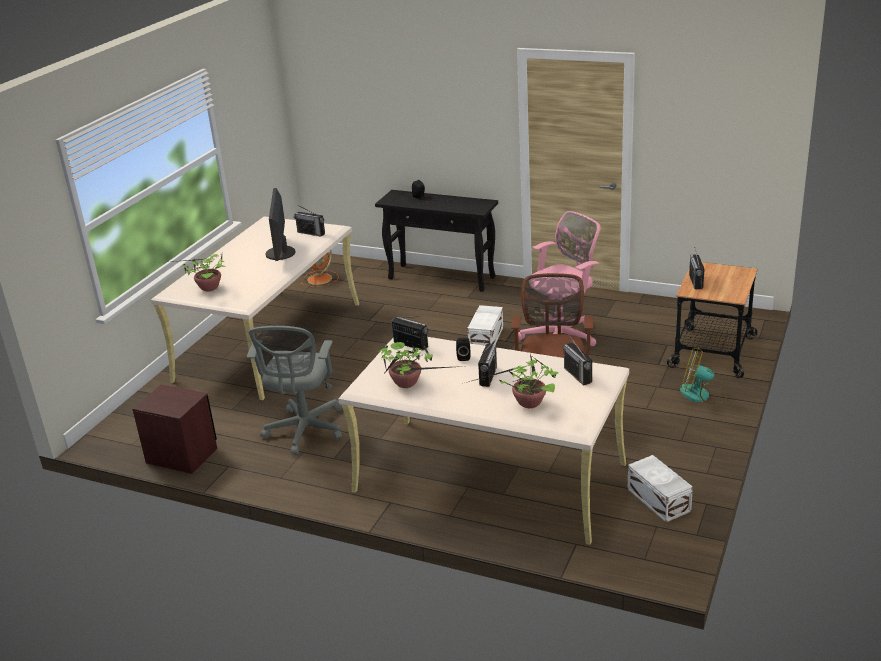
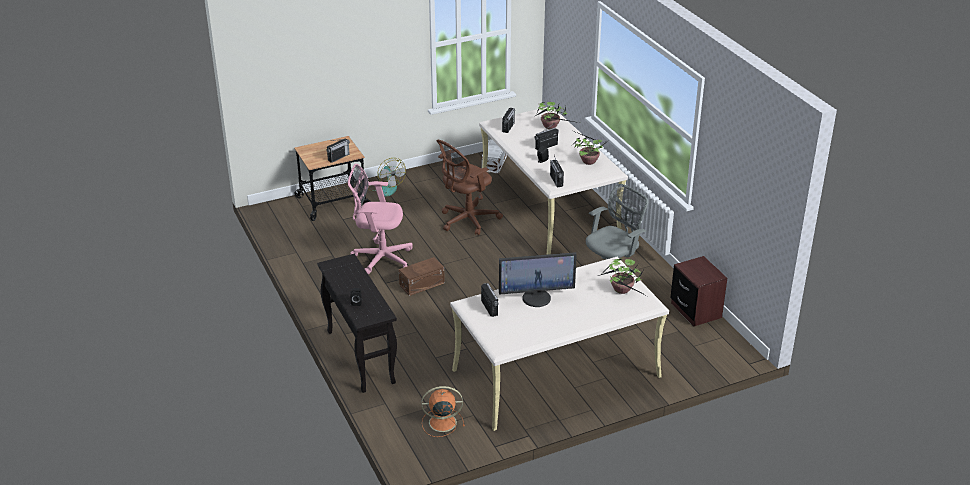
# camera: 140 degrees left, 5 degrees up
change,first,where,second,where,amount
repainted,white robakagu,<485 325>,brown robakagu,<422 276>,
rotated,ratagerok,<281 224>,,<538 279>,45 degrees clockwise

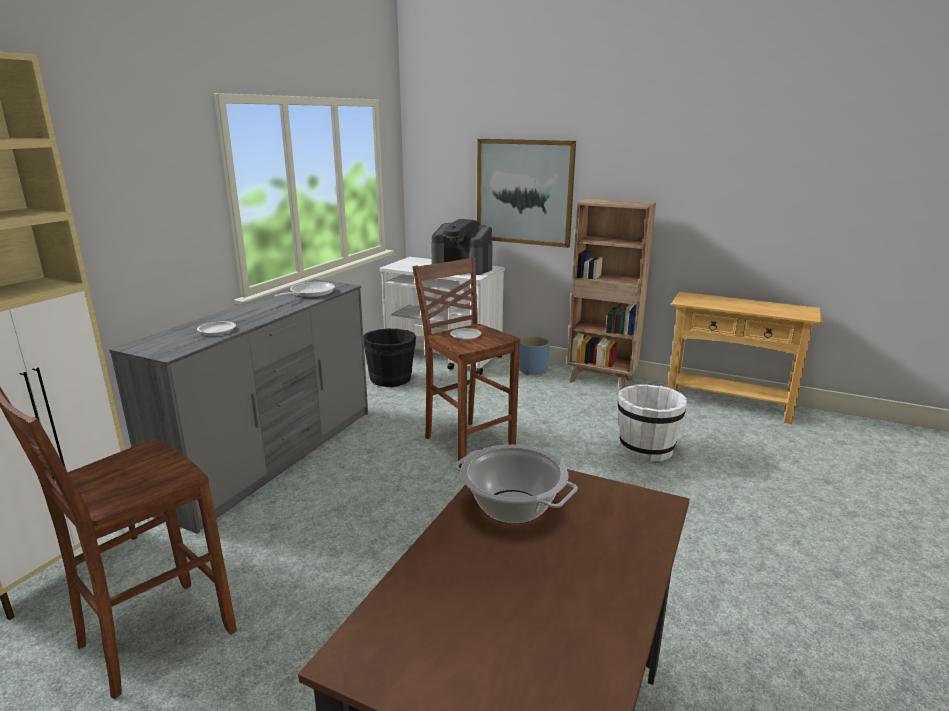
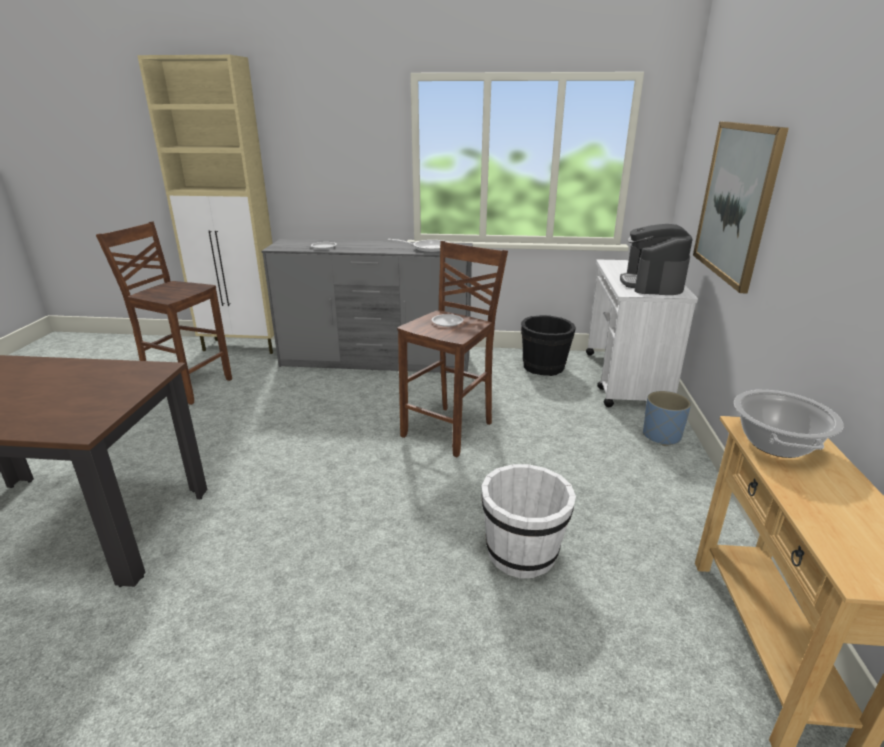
# camera: 70 degrees right, 5 degrees up
change,first,where,second,where,amount
gone,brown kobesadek,<611 294>,,,
shifted,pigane,<516 484>,,<788 424>,

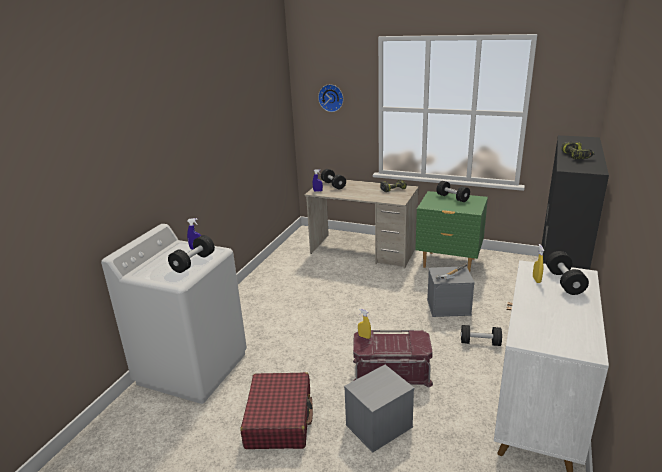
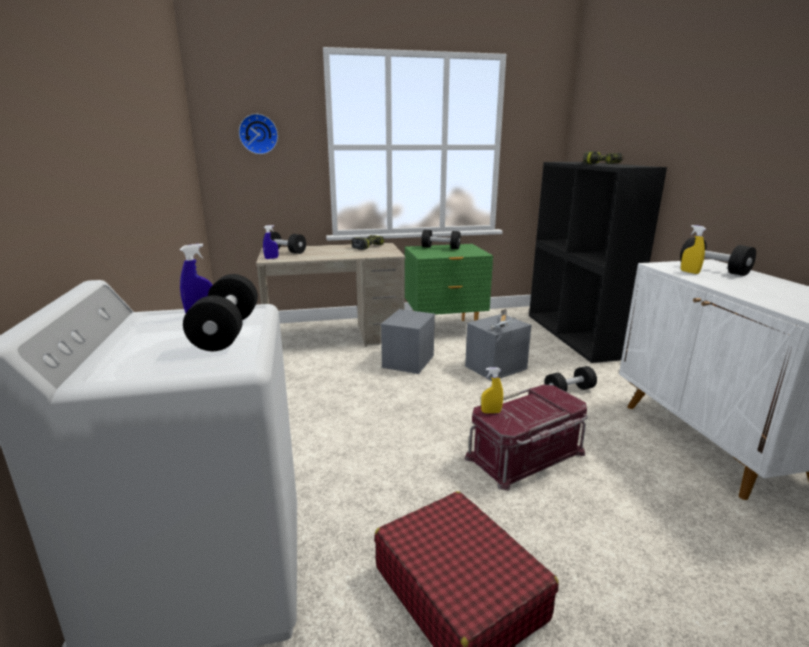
# camera: 35 degrees left, 5 degrees down
change,first,where,second,where,amount
shifted,grey robakagu,<379 409>,,<408 341>,

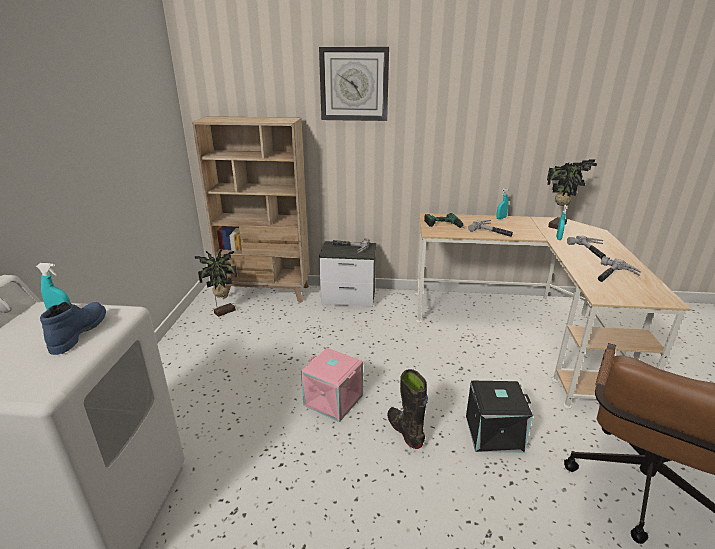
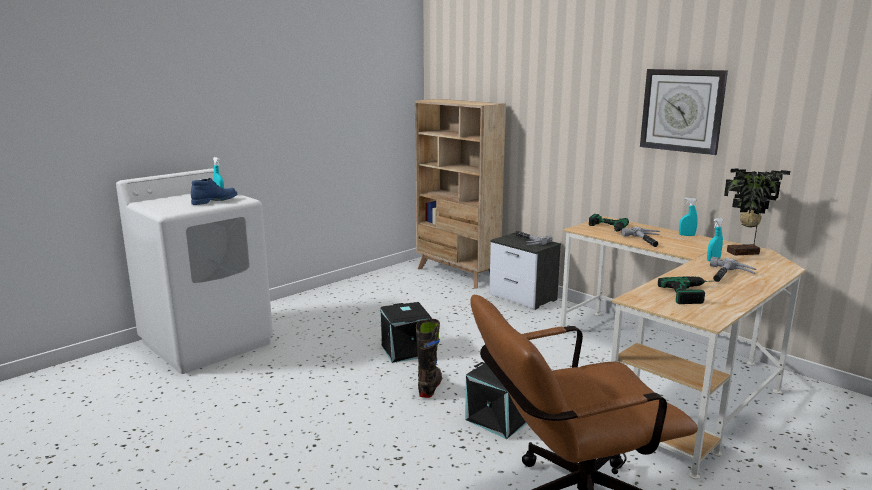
# camera: 40 degrees right, 10 degrees down
change,first,where,second,where,amount
gone,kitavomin,<216 282>,,,
shifted,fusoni,<354 84>,,<684 112>,
swapped,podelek,<619 269>,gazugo,<684 290>,
repainted,pink robakagu,<332 385>,black robakagu,<406 332>,

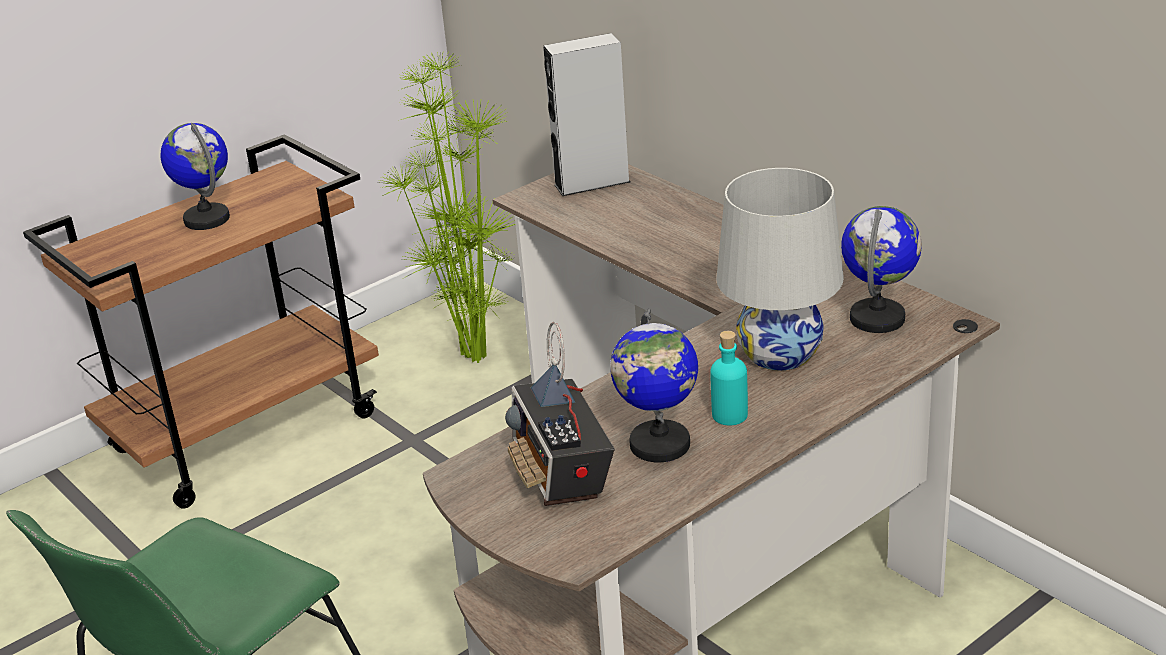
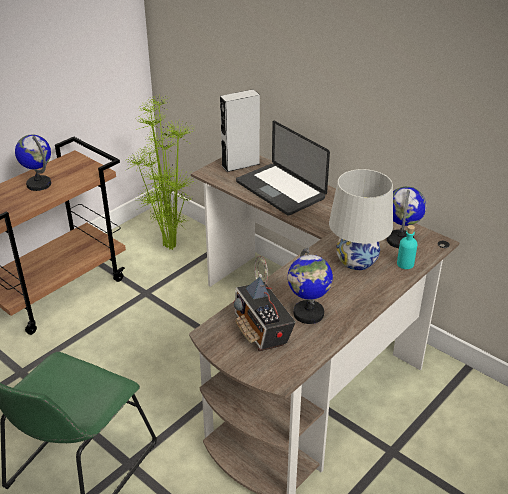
# camera: 10 degrees left, 5 degrees up
change,first,where,second,where,amount
new,,,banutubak,<283 168>,
shifted,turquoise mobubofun,<729 378>,,<407 247>,

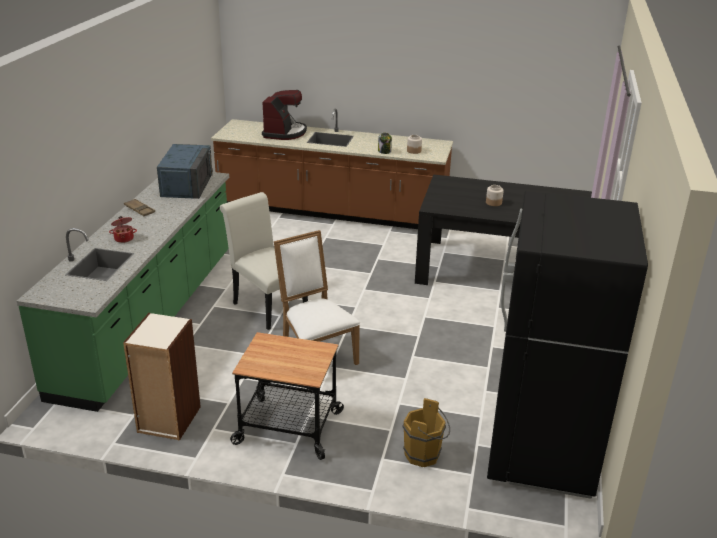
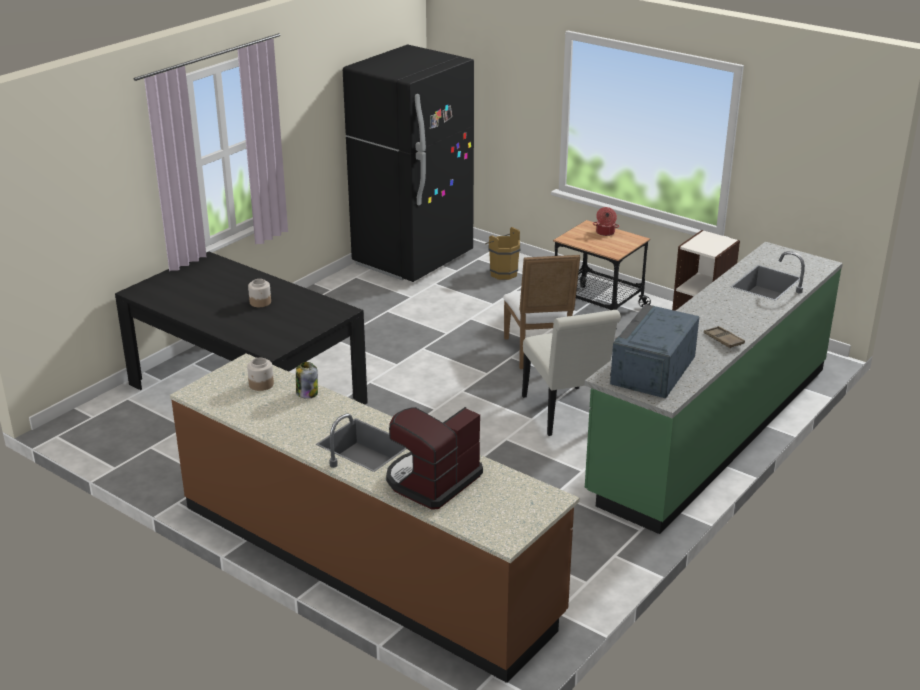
# camera: 155 degrees left, 0 degrees up
change,first,where,second,where,amount
shifted,pigane,<123 229>,,<606 221>,

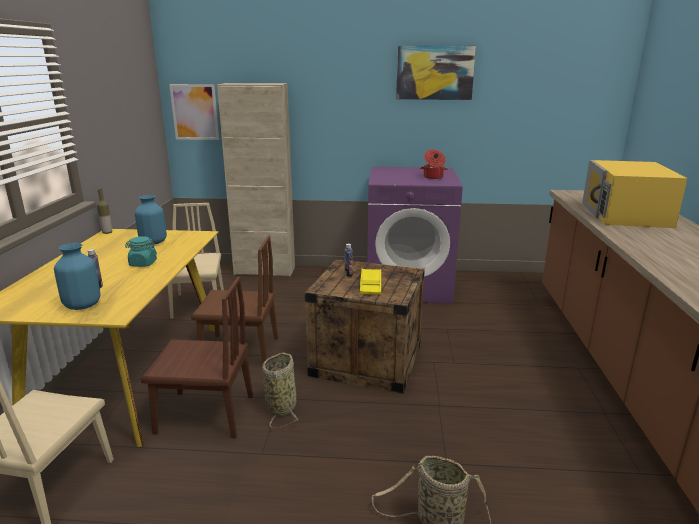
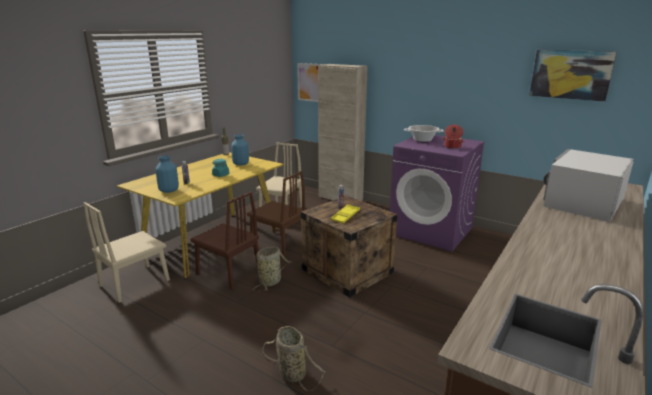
# camera: 30 degrees right, 0 degrees up
change,first,where,second,where,amount
new,,,pigane,<424 133>,
shifted,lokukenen,<436 73>,,<573 76>,
repainted,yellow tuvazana,<635 194>,white tuvazana,<588 185>,

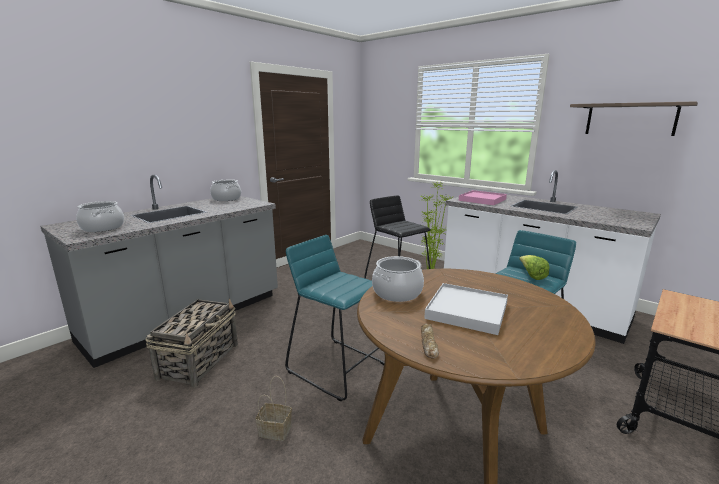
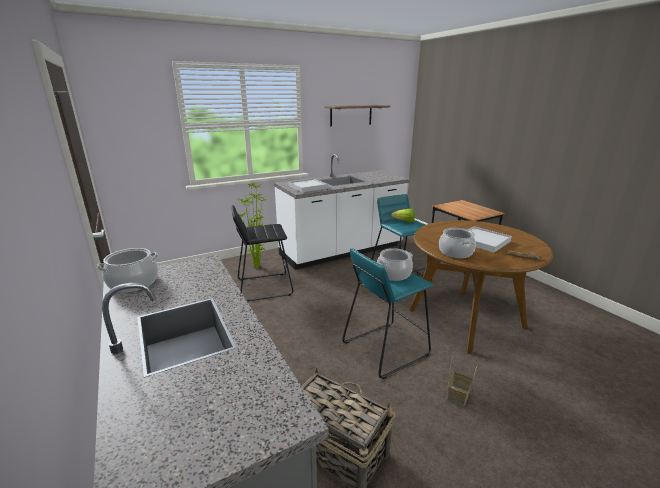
# camera: 70 degrees left, 5 degrees up
change,first,where,second,where,amount
shifted,pigane,<100 216>,,<395 264>,
repainted,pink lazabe,<483 197>,white lazabe,<308 185>,

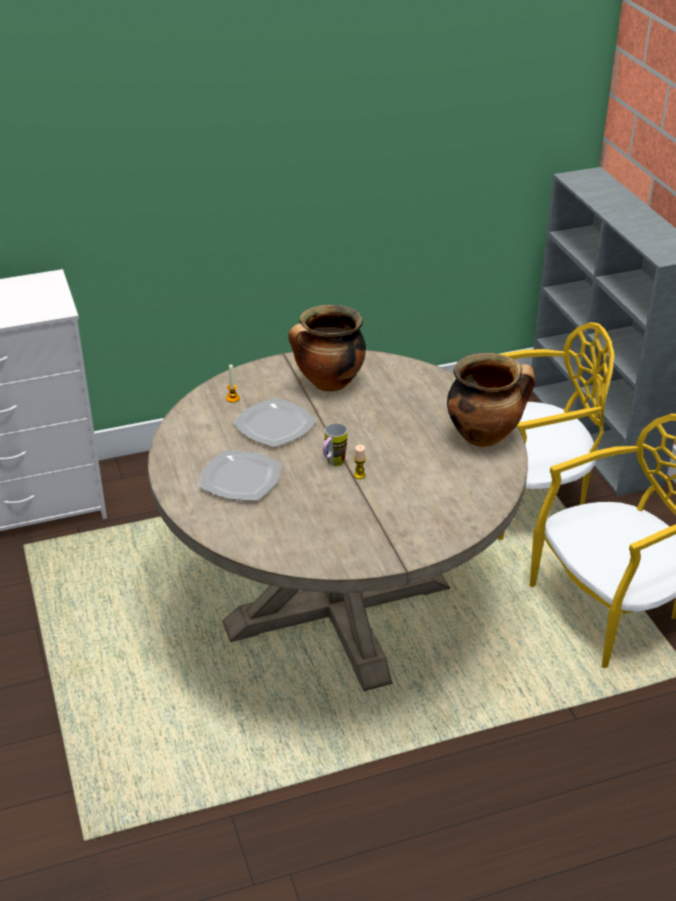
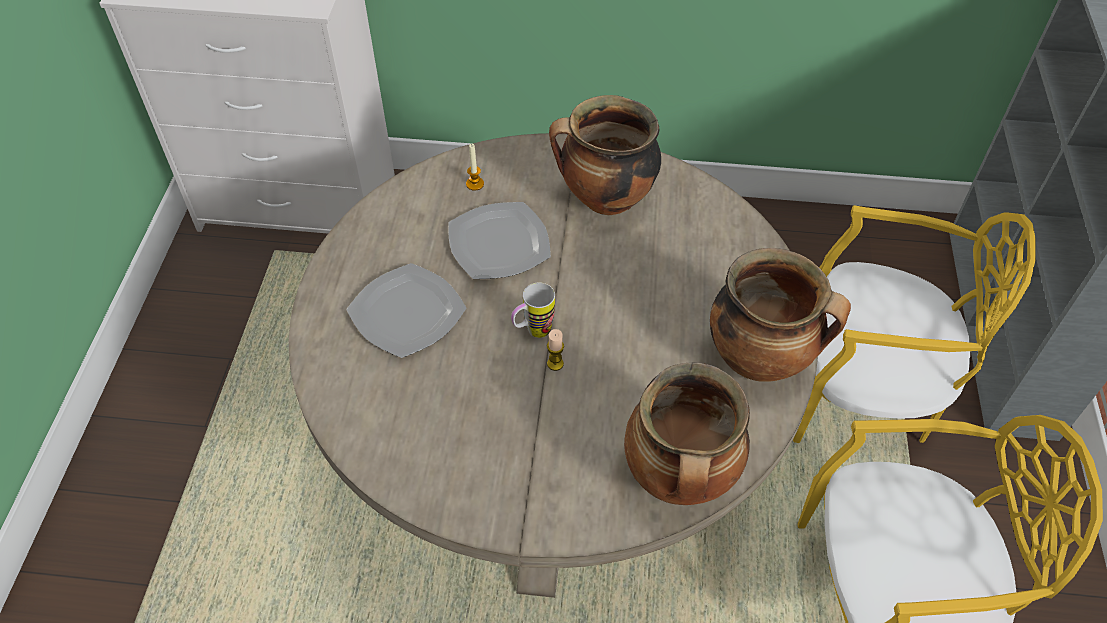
# camera: 25 degrees right, 15 degrees up
change,first,where,second,where,amount
new,,,pigane,<687 433>,

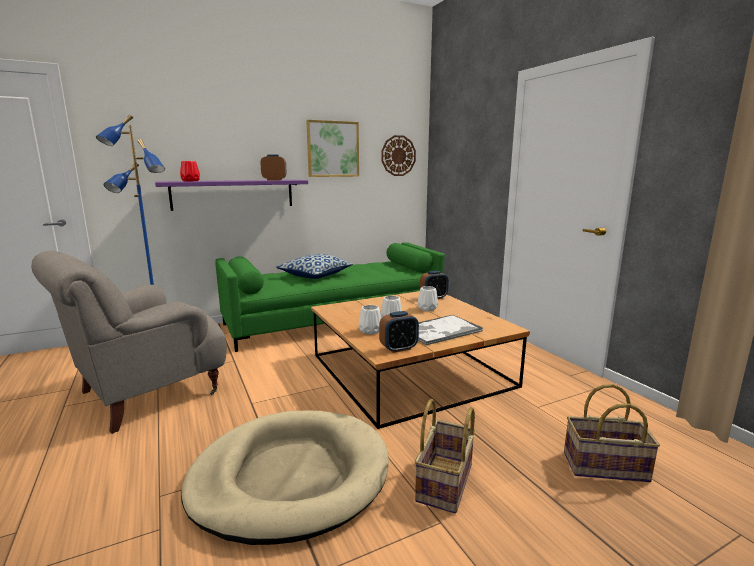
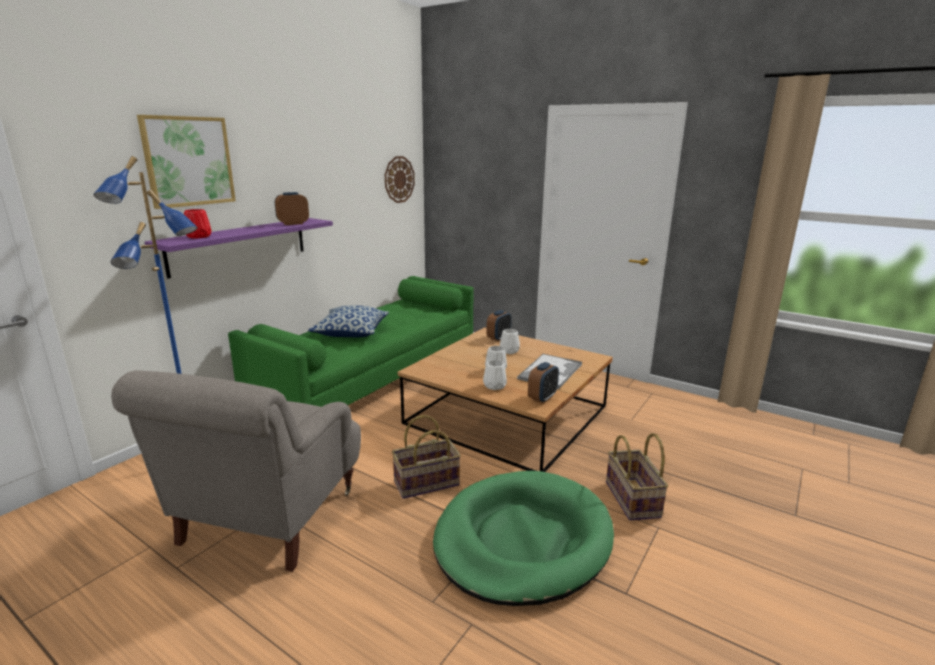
# camera: 30 degrees left, 5 degrees up
change,first,where,second,where,amount
shifted,lokukenen,<332 148>,,<186 162>,
shifted,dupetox,<612 433>,,<426 457>,
repainted,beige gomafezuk,<285 477>,green gomafezuk,<523 538>,

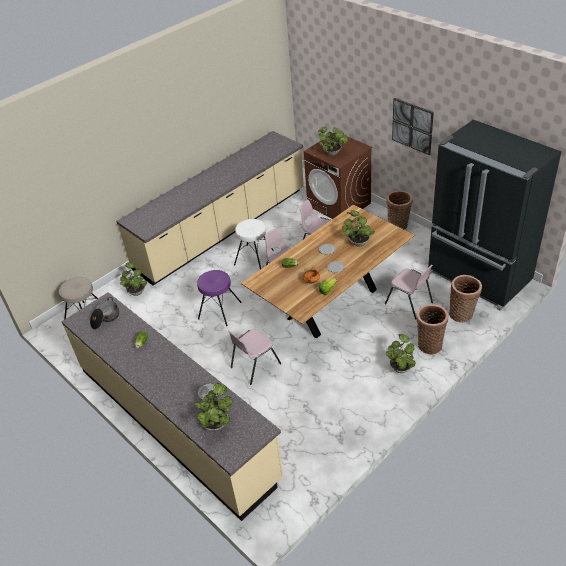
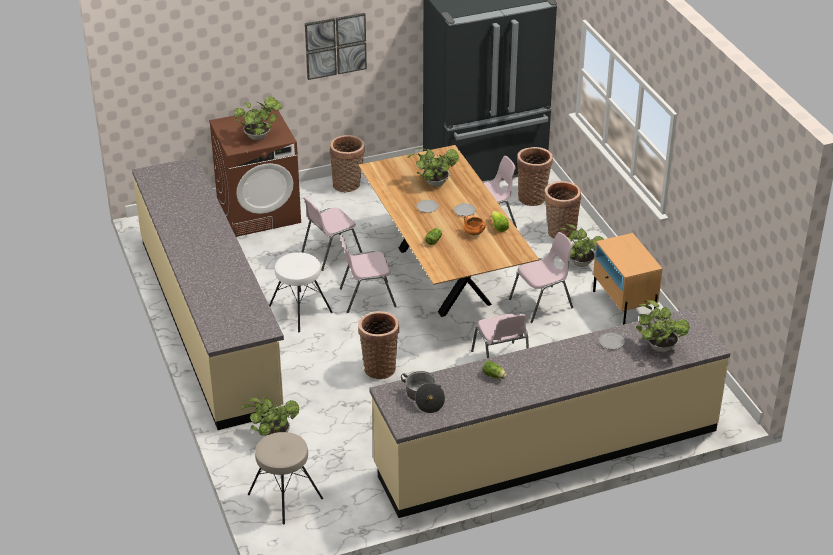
# camera: 70 degrees left, 5 degrees down
change,first,where,second,where,amount
new,,,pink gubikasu,<541 277>,
new,,,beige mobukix,<628 279>,
swapped,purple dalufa,<219 298>,dupetox,<378 345>,

